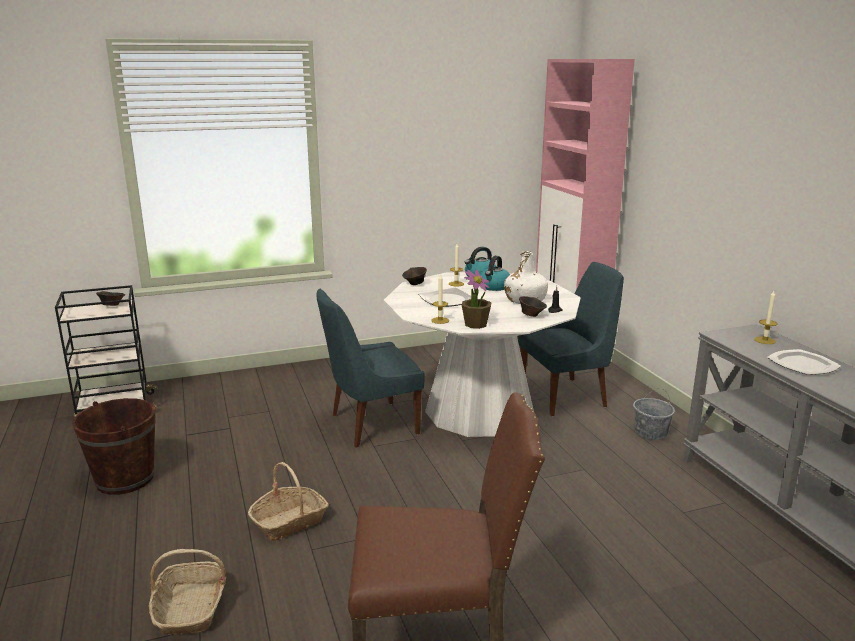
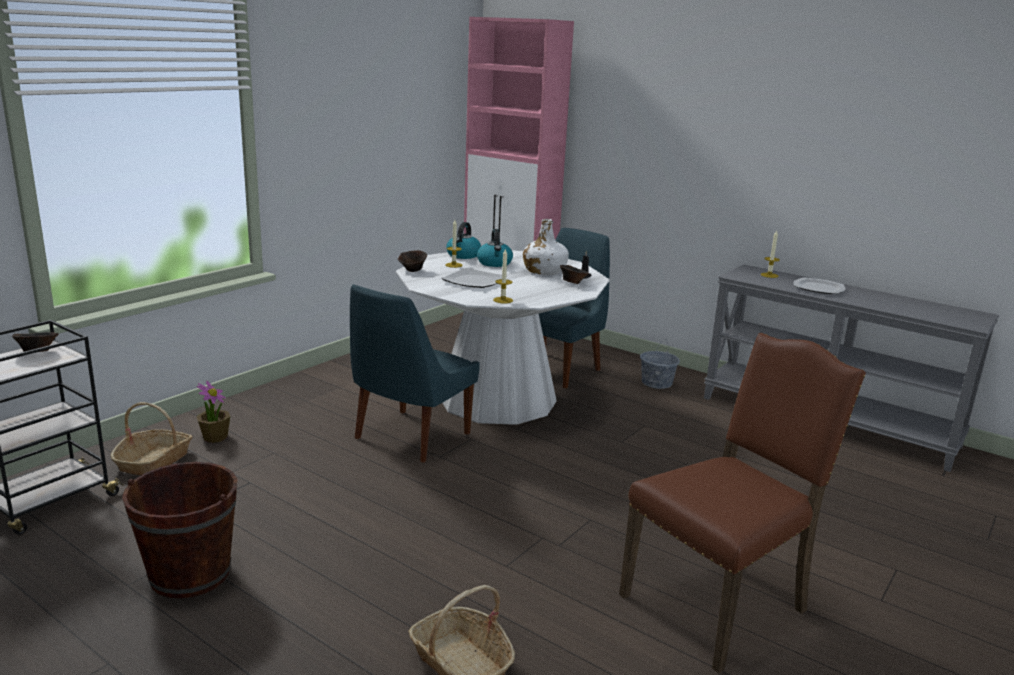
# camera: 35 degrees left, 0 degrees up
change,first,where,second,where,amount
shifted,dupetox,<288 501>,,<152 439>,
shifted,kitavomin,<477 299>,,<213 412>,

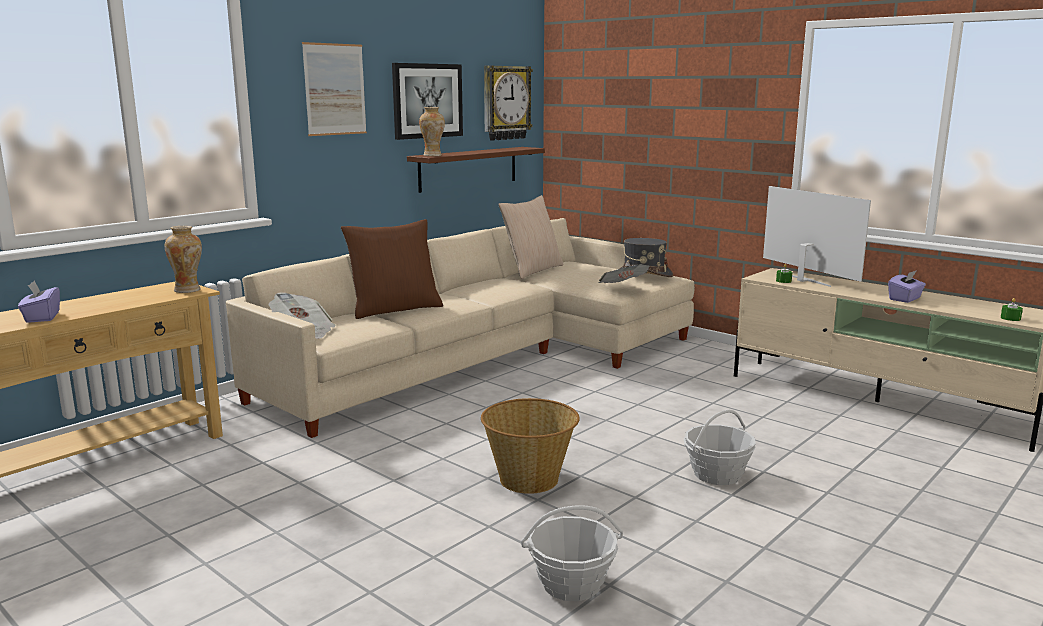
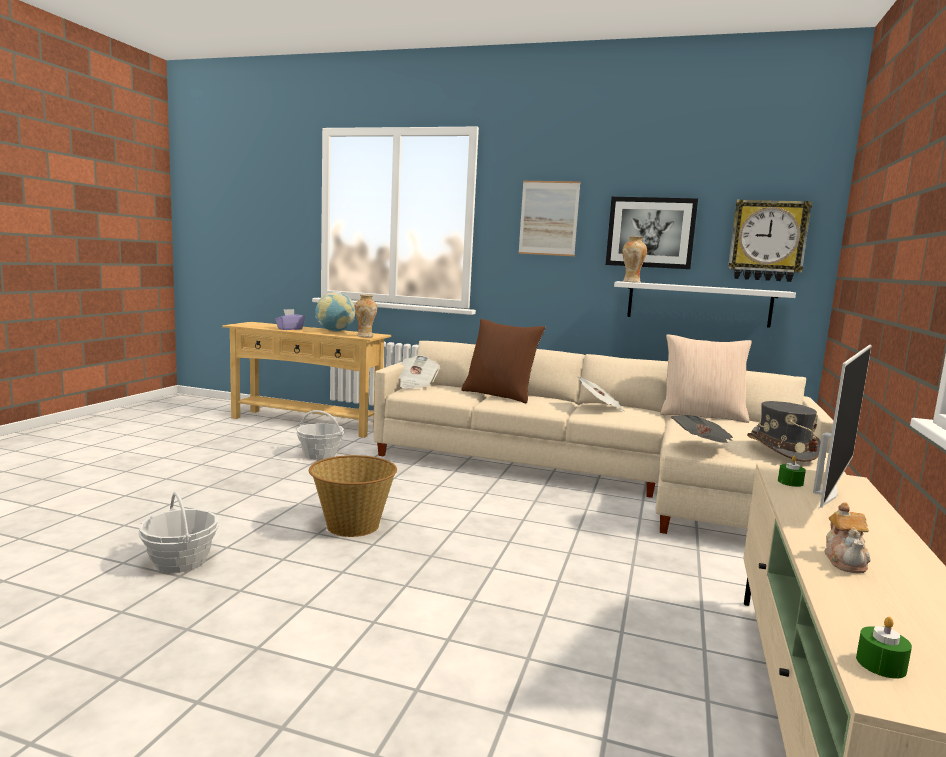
# camera: 65 degrees right, 5 degrees down
change,first,where,second,where,amount
new,,,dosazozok,<335 311>,
new,,,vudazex,<600 393>,
shifted,dupetox,<720 447>,,<320 435>,
swapped,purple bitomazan,<907 286>,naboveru,<847 538>,
repainted,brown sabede,<476 170>,white sabede,<705 304>,

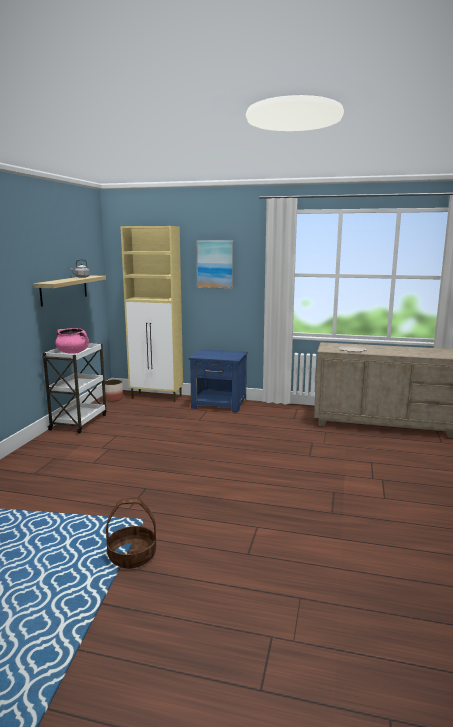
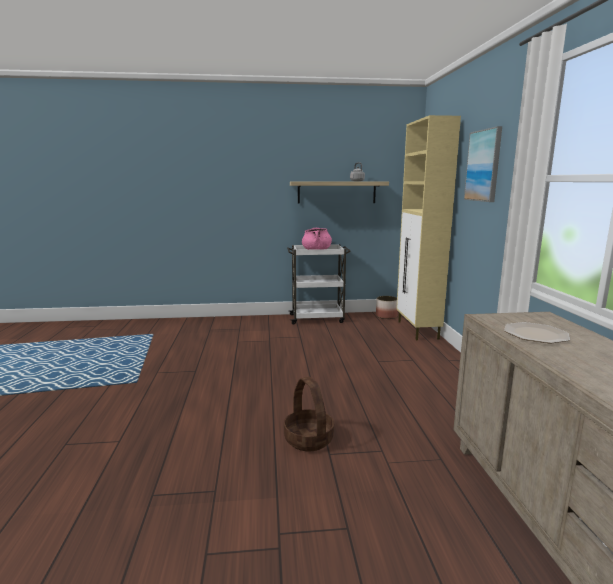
# camera: 70 degrees right, 0 degrees up
change,first,where,second,where,amount
gone,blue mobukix,<218 381>,,,
shifted,dupetox,<131 532>,,<309 414>,

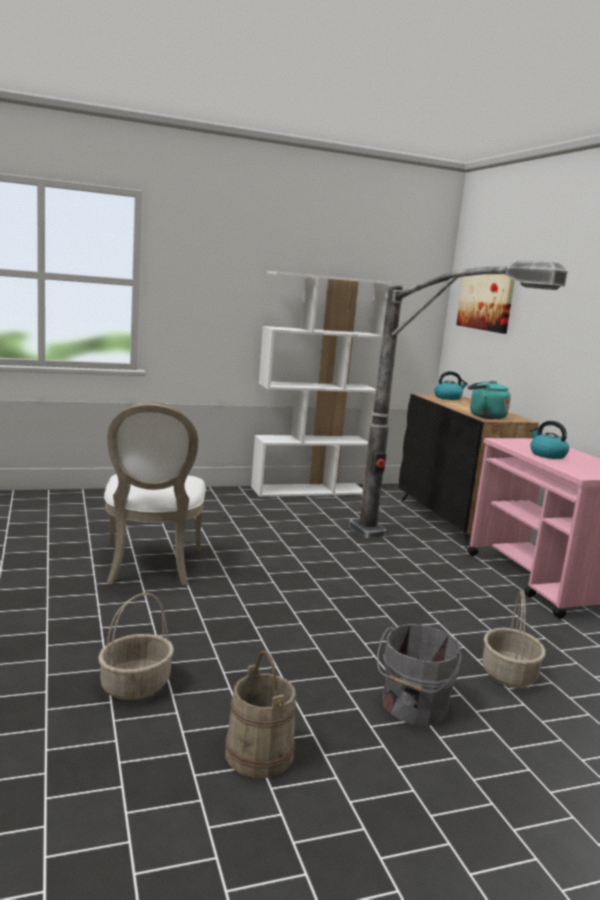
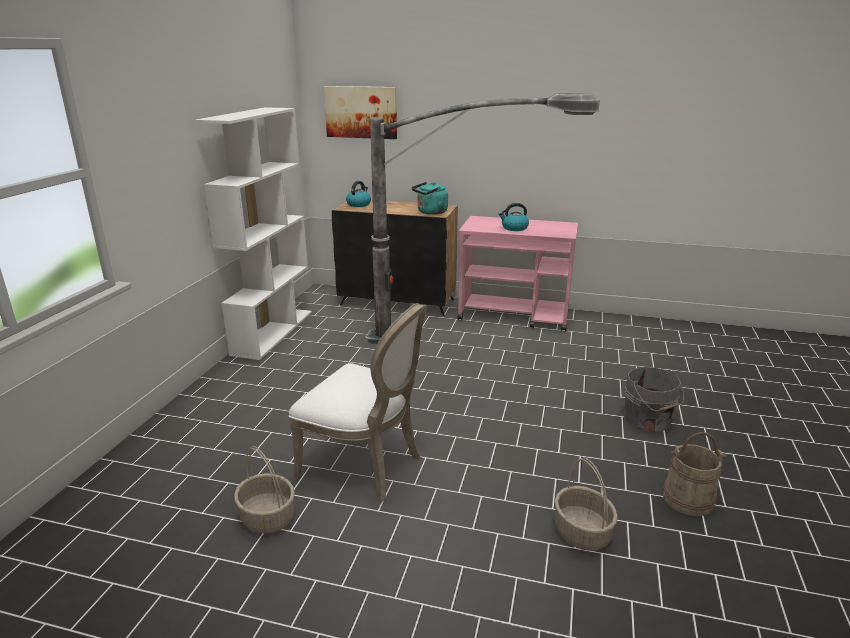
# camera: 55 degrees left, 10 degrees up
change,first,where,second,where,amount
shifted,dupetox,<514 639>,,<264 489>,

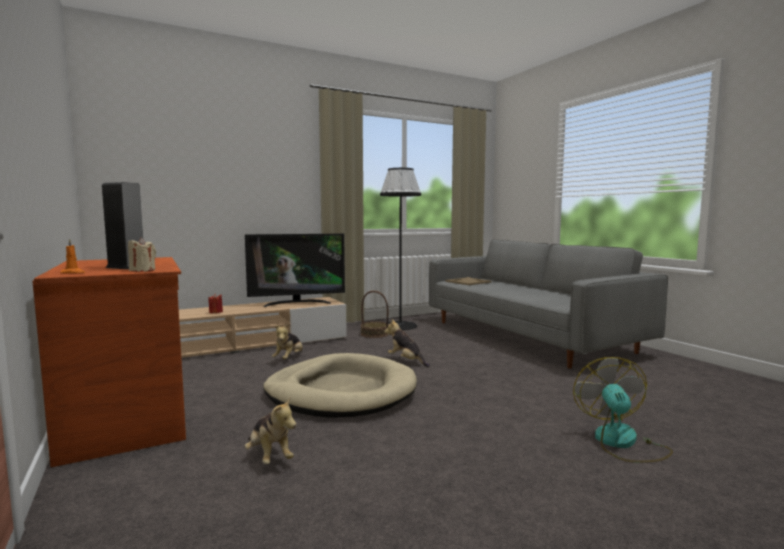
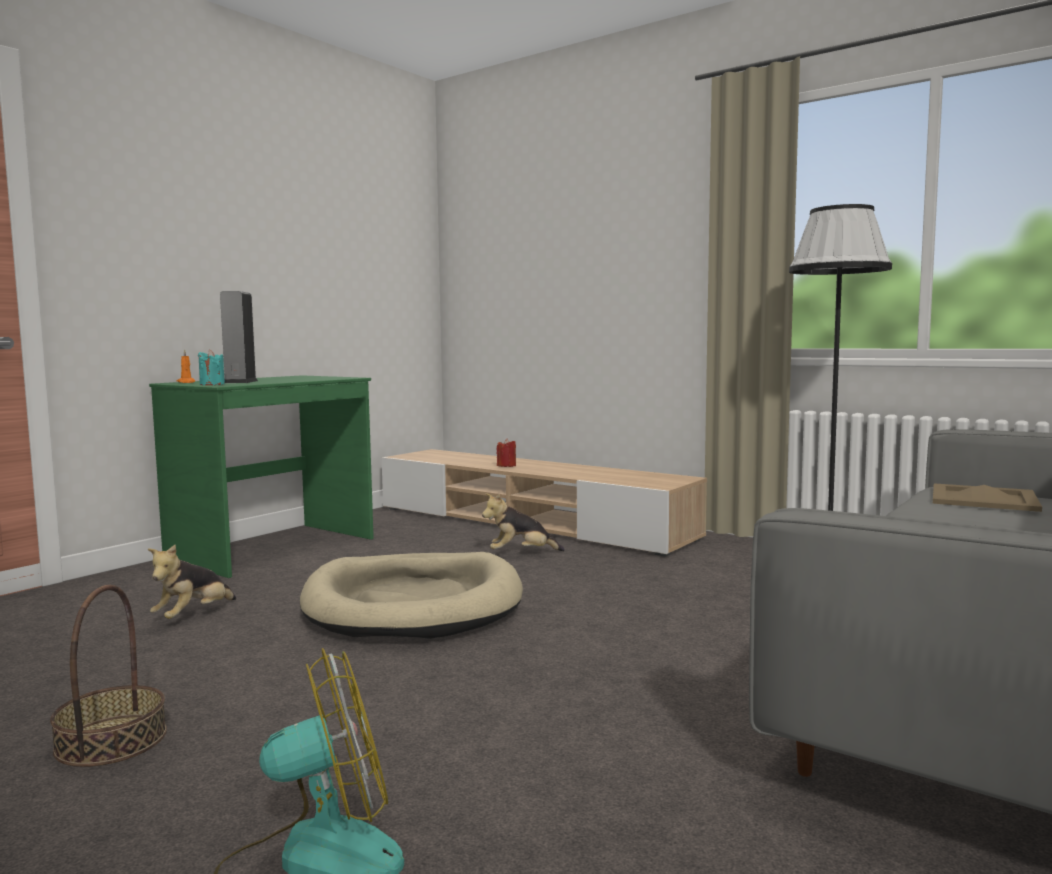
# camera: 65 degrees right, 0 degrees up
change,first,where,second,where,amount
gone,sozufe,<295 270>,,,
gone,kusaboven,<407 343>,,,
shifted,dupetox,<375 314>,,<108 676>,
repainted,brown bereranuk,<109 362>,green bereranuk,<261 476>,
repainted,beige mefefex,<142 255>,turquoise mefefex,<211 367>,

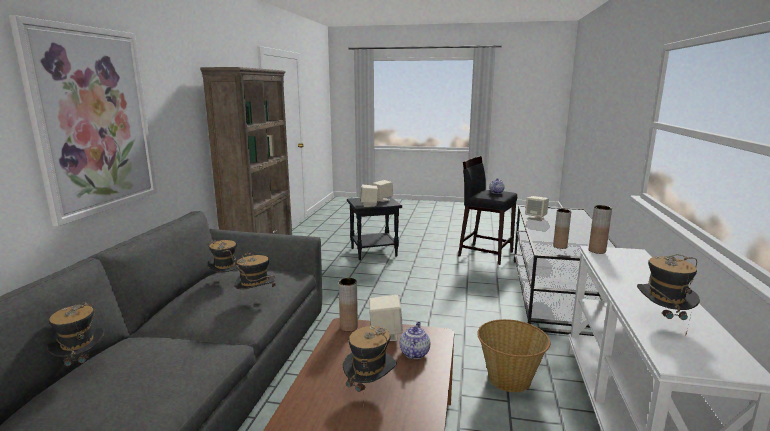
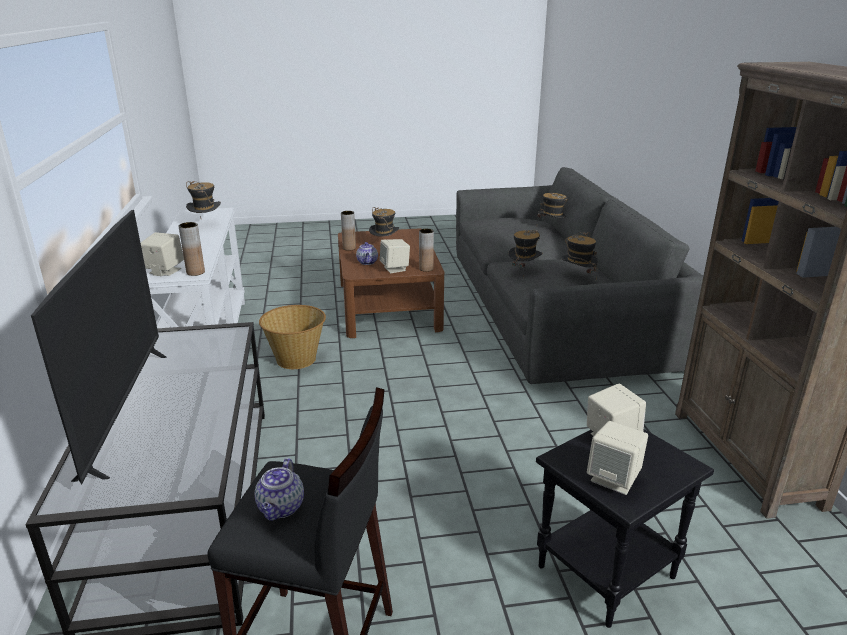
# camera: 160 degrees right, 10 degrees up
change,first,where,second,where,amount
gone,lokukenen,<83 120>,,,
new,,,sozufe,<98 347>,
shifted,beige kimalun,<537 208>,,<162 254>,
shifted,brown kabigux,<562 229>,,<348 231>,

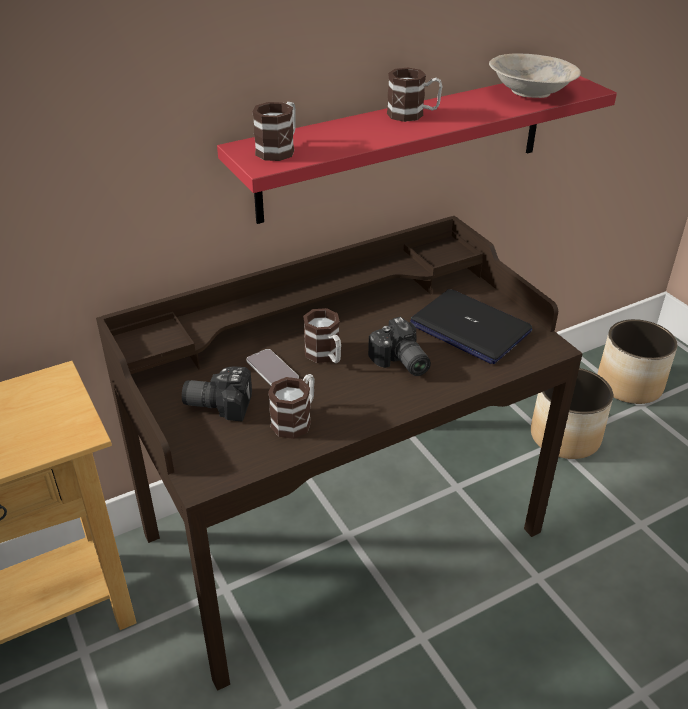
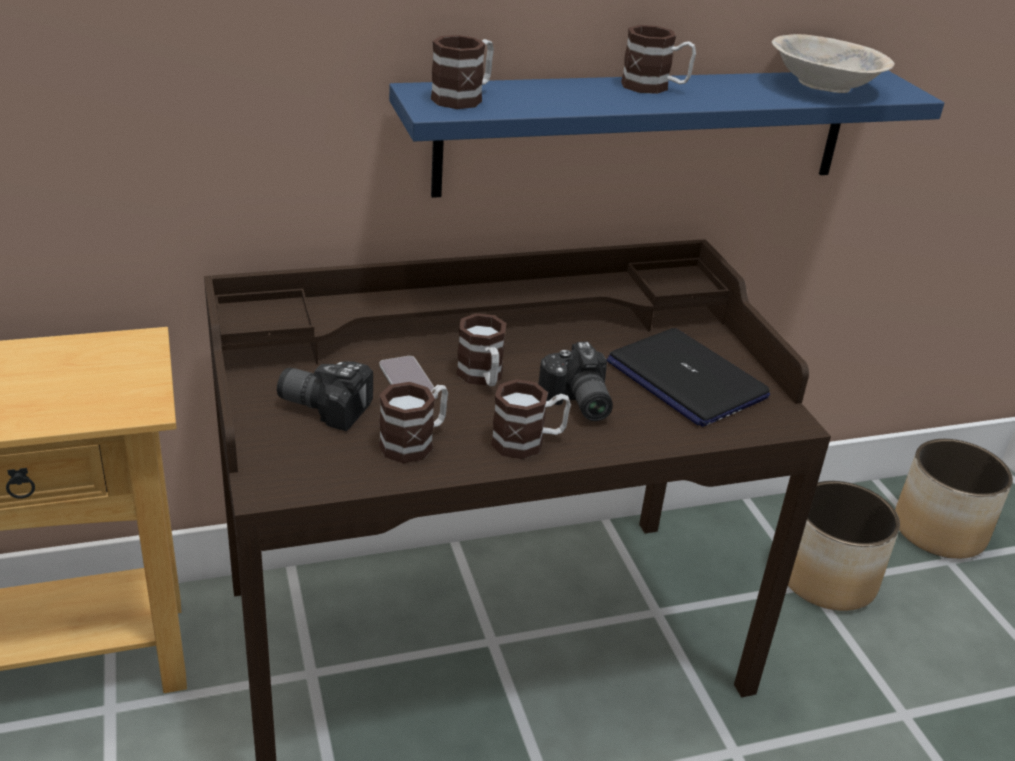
# camera: 10 degrees right, 5 degrees down
change,first,where,second,where,amount
new,,,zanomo,<531 419>,
repainted,red sabede,<417 150>,blue sabede,<666 134>,

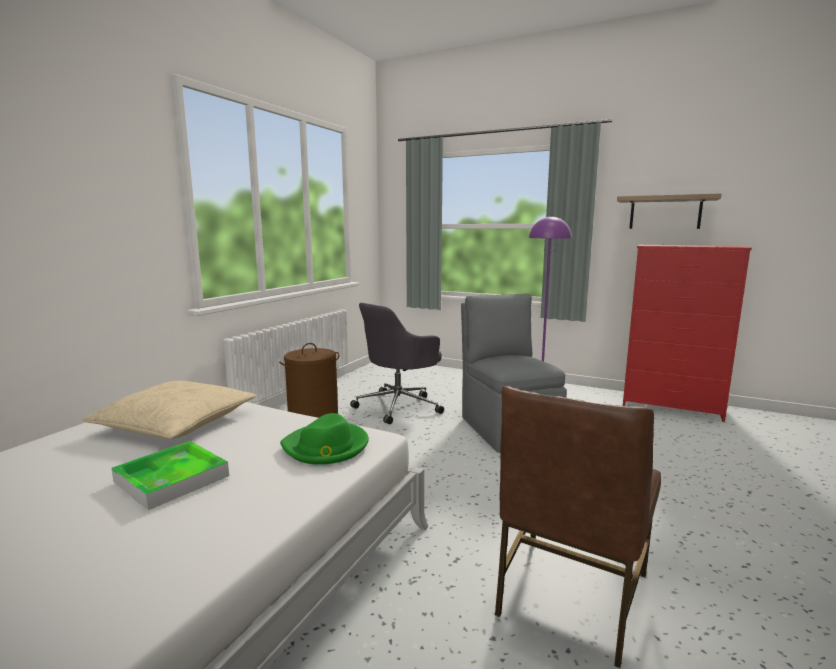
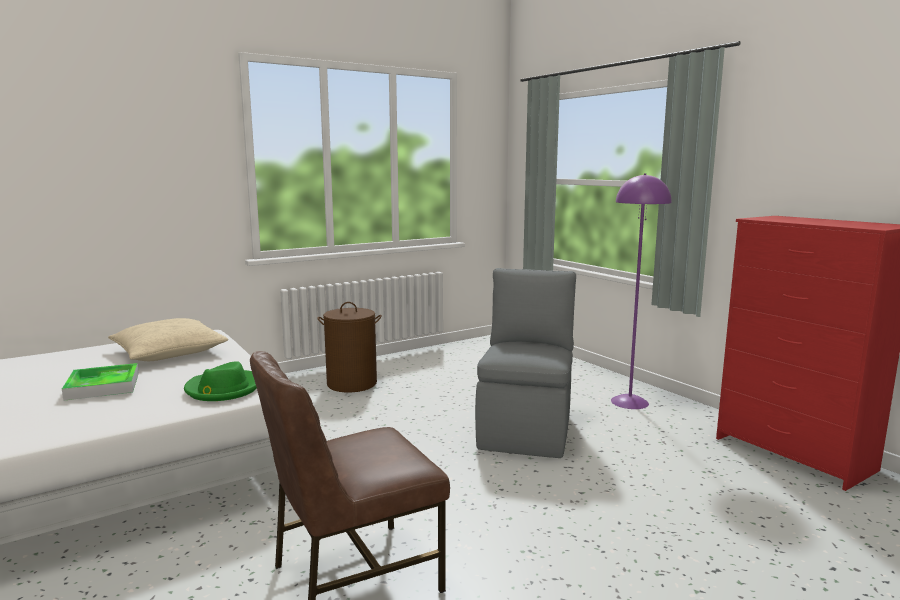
# camera: 30 degrees right, 0 degrees up
change,first,where,second,where,amount
gone,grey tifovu,<397 363>,,,
gone,sabede,<669 211>,,,

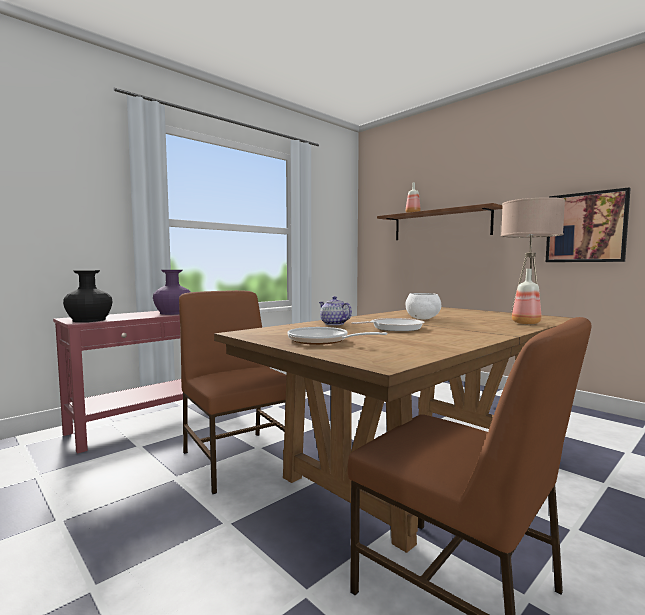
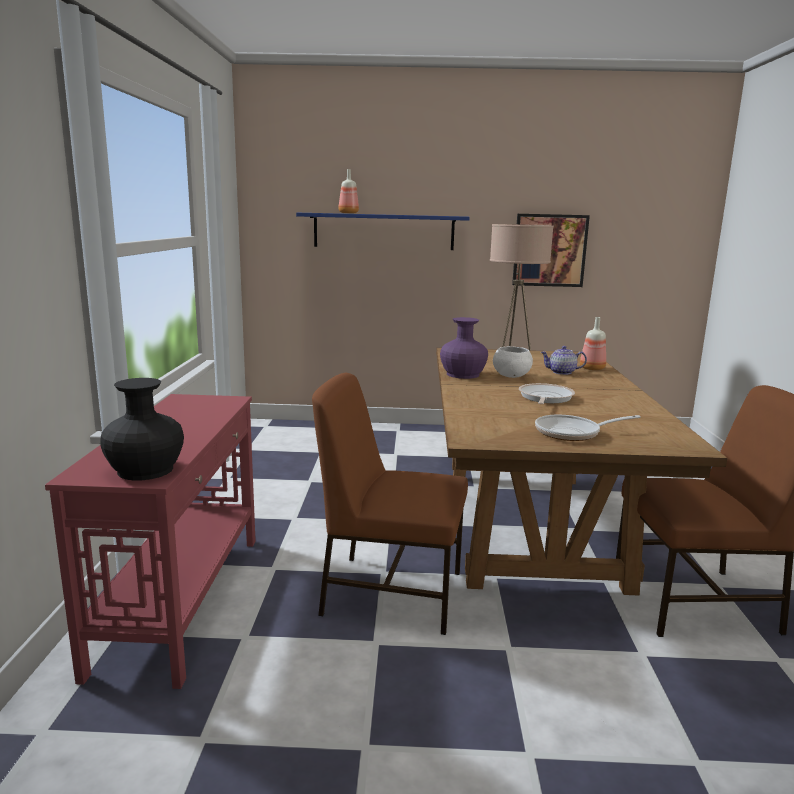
# camera: 45 degrees left, 10 degrees up
change,first,where,second,where,amount
shifted,purple kabigux,<171 292>,,<464 348>,
shifted,naboveru,<335 310>,,<564 360>,
repainted,brown sabede,<439 221>,blue sabede,<383 231>,

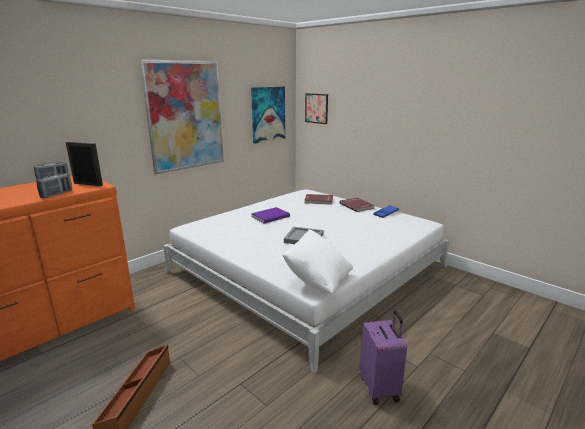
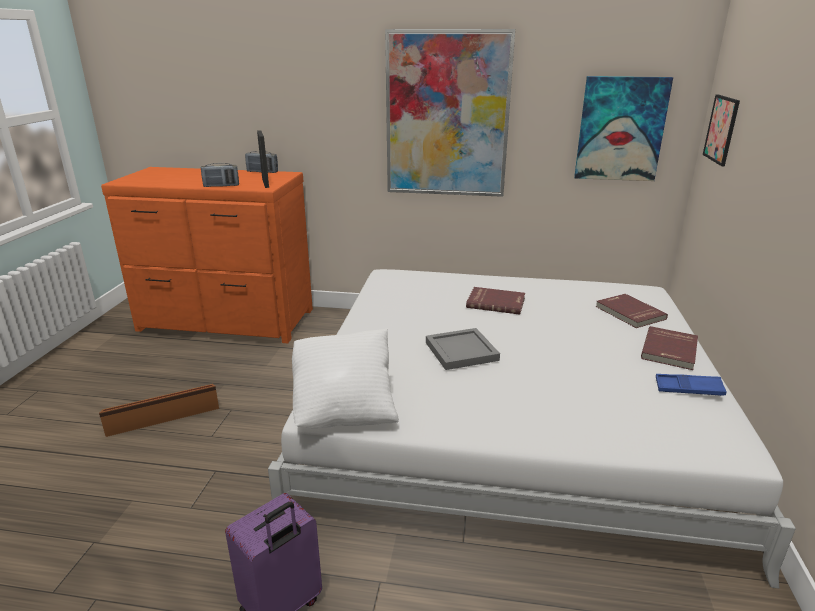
# camera: 55 degrees right, 5 degrees up
change,first,where,second,where,amount
repainted,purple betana,<270 215>,red betana,<495 301>,

